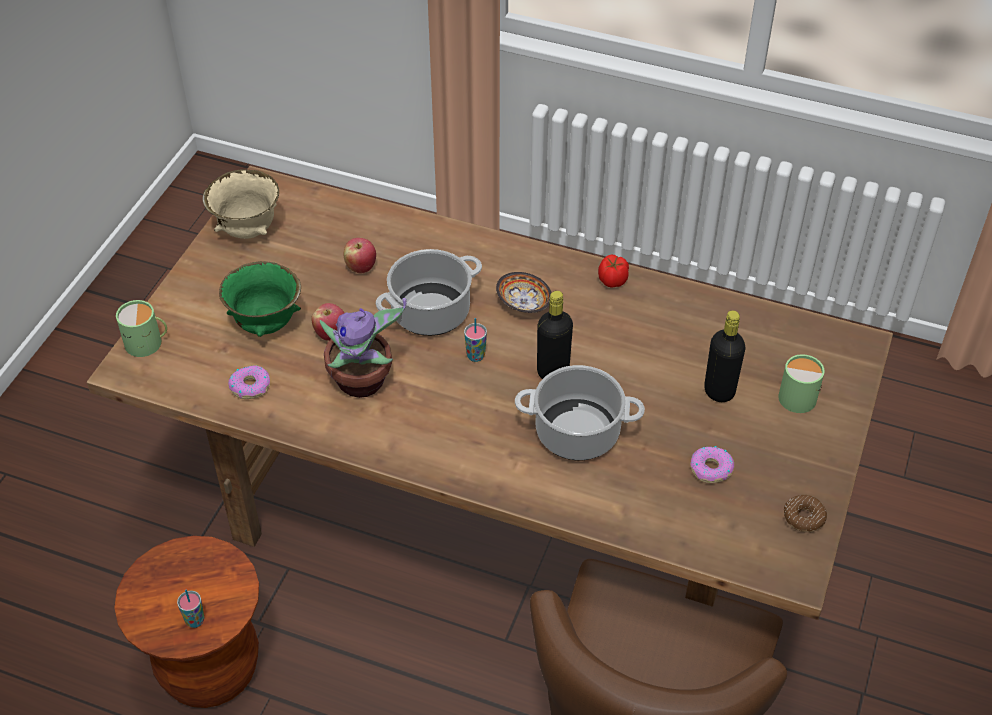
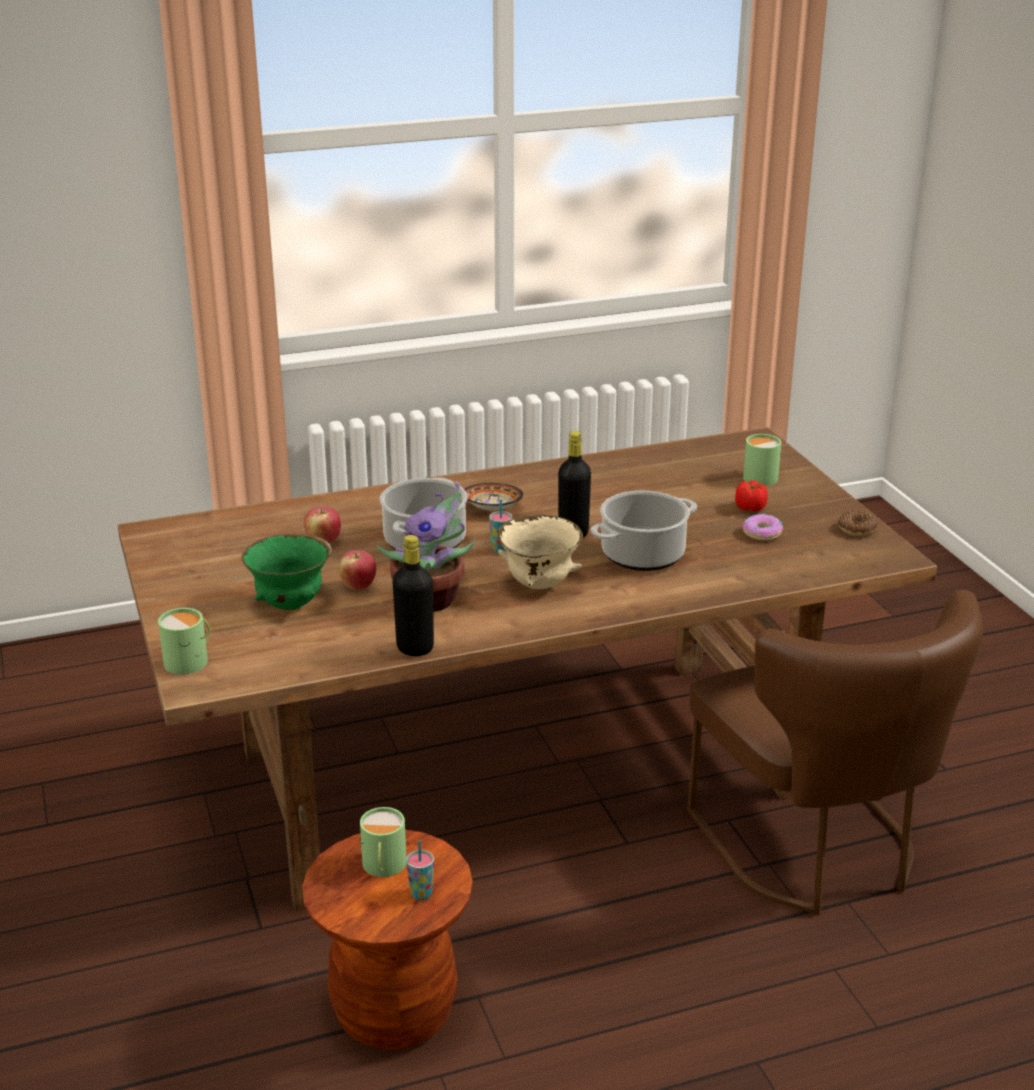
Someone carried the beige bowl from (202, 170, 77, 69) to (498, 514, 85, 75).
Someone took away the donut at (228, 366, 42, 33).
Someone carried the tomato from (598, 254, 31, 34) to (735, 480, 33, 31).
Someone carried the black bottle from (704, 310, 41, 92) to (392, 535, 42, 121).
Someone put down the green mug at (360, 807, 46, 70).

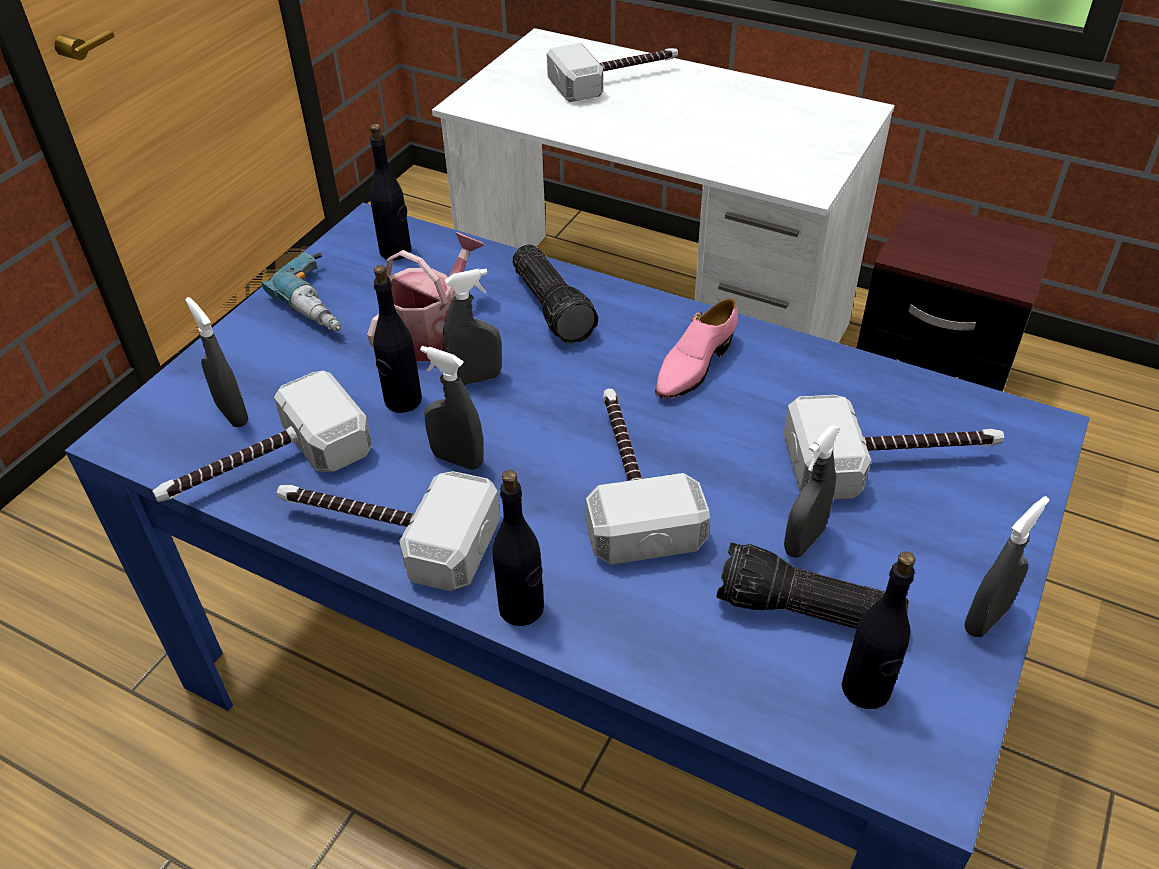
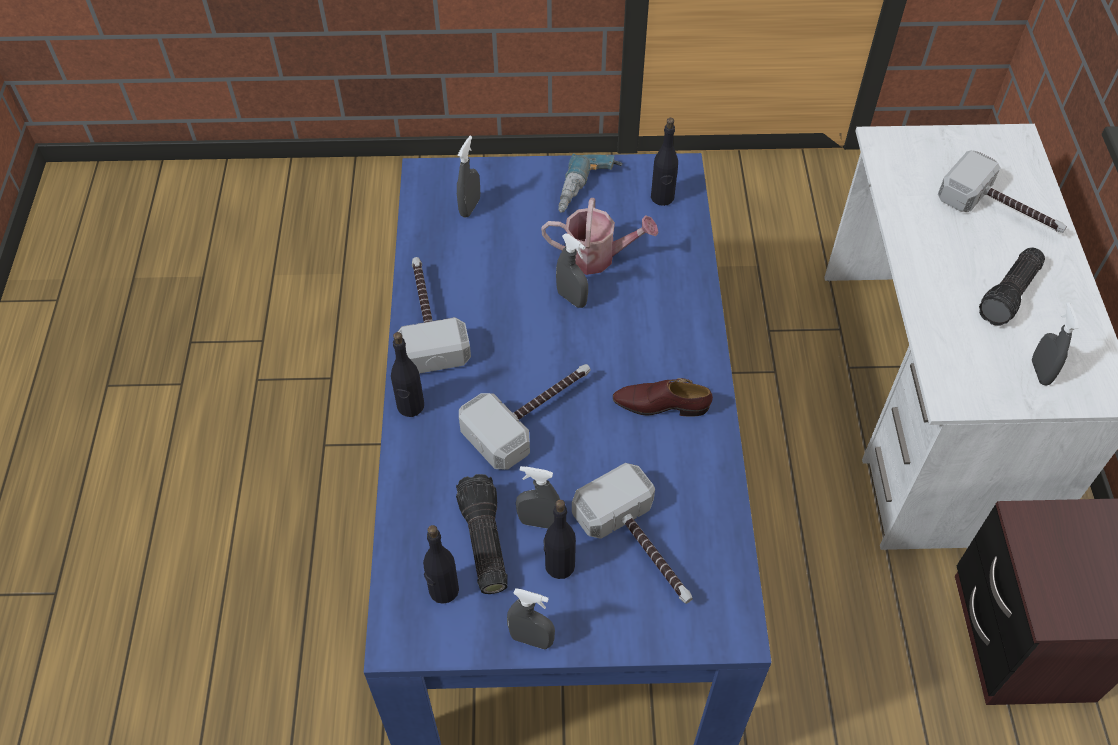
Someone took away the hammer at (152, 371, 220, 131).
Someone carried the black bottle from (373, 265, 49, 148) to (544, 500, 32, 79).
Someone carried the grey spray bottle from (420, 346, 63, 124) to (1032, 303, 47, 83).
Someone carried the flashlight from (512, 245, 86, 99) to (979, 247, 66, 79).
Someone repainted the pink shoe at (655, 299, 83, 100), which became the brown shoe at (613, 378, 100, 39).

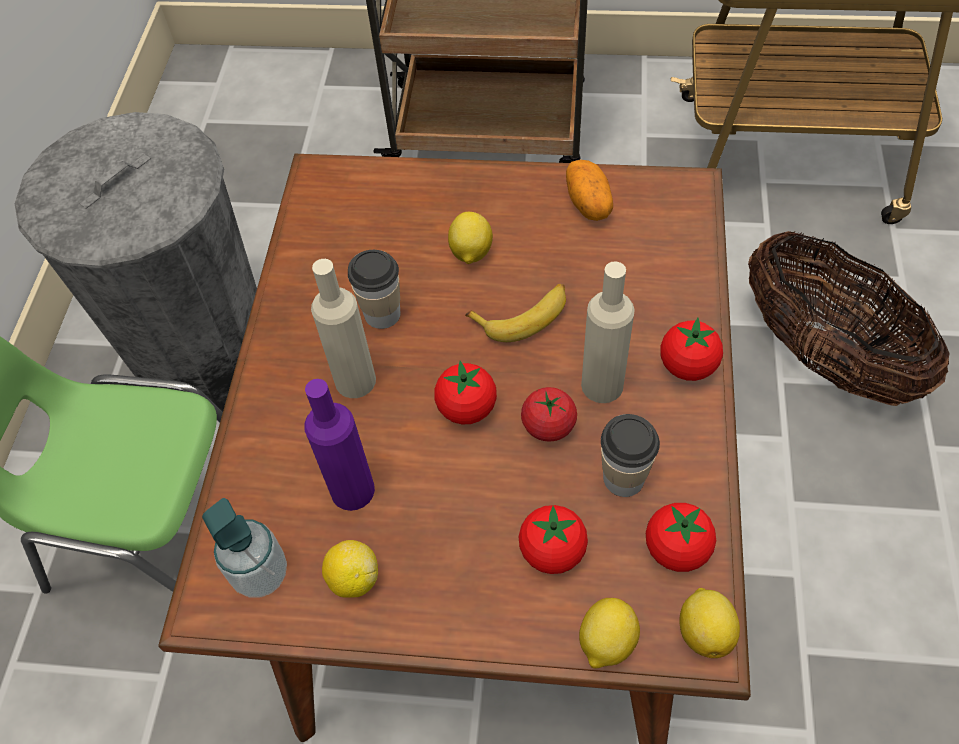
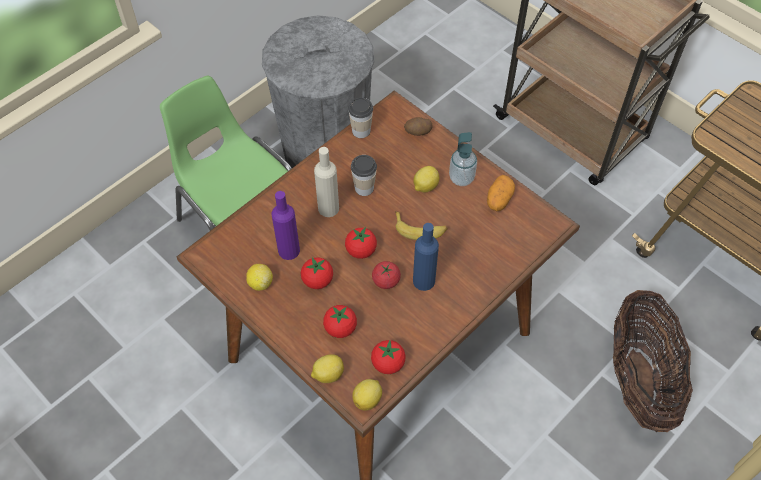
Someone carried the soap dispenser from (202, 498, 85, 99) to (449, 132, 28, 54).
Someone repainted the beige bottle at (581, 261, 54, 142), which became the blue bottle at (413, 223, 26, 68).
Someone carried the cup from (601, 414, 59, 83) to (348, 98, 25, 40).
Someone carried the tomato from (660, 318, 63, 63) to (301, 257, 32, 32).
Someone put down the potato at (404, 117, 28, 19).

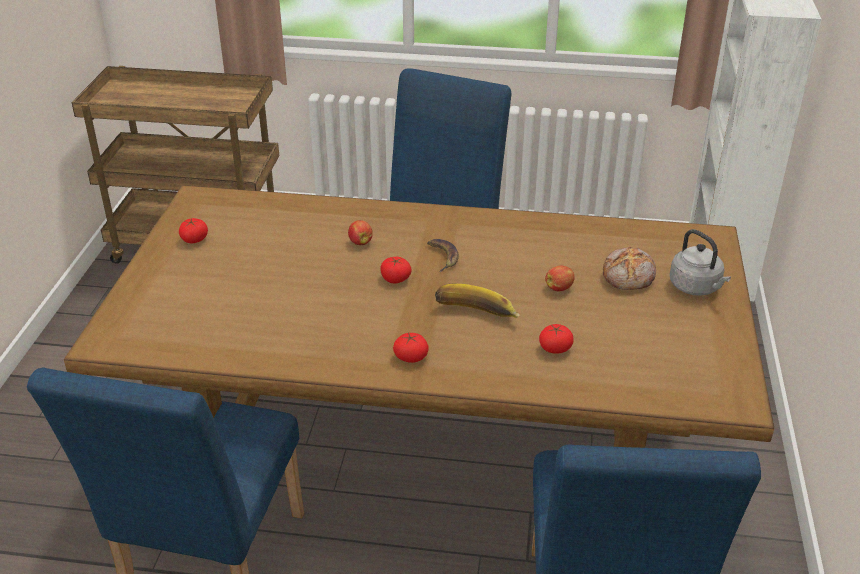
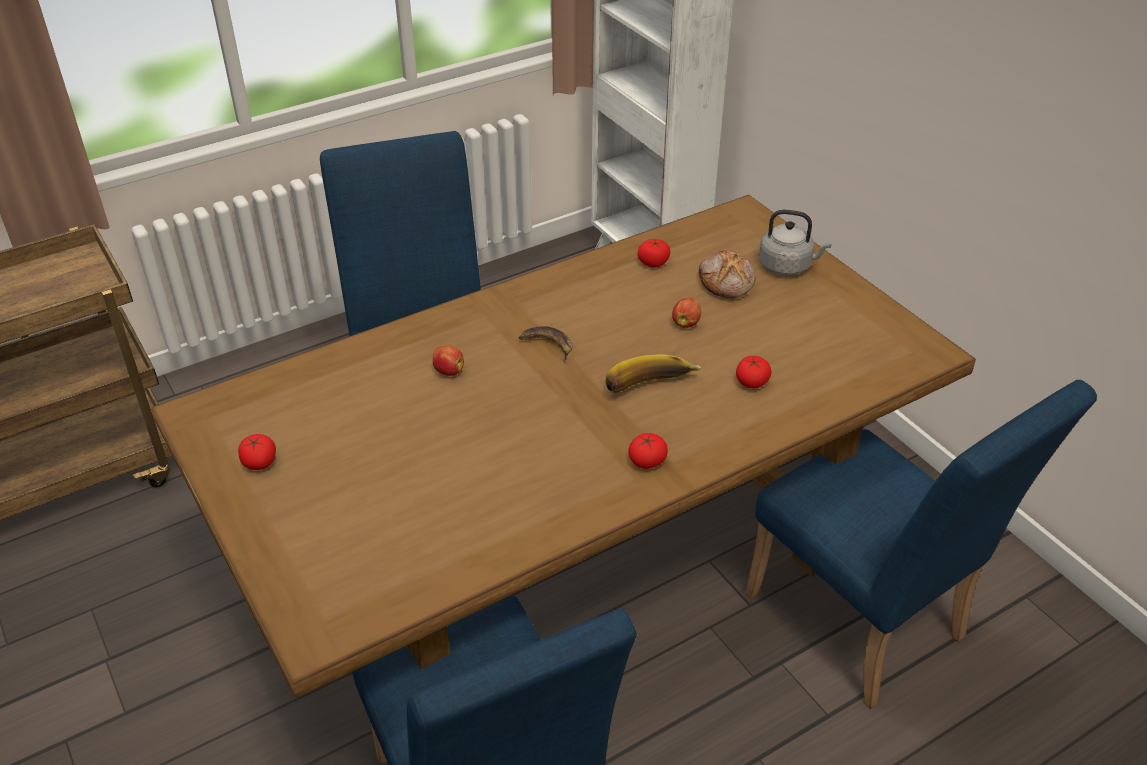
Someone carried the tomato from (380, 257, 32, 26) to (638, 239, 32, 28).

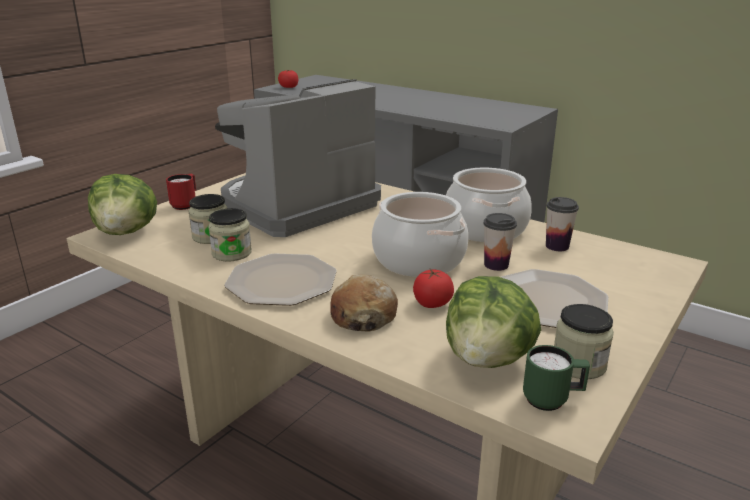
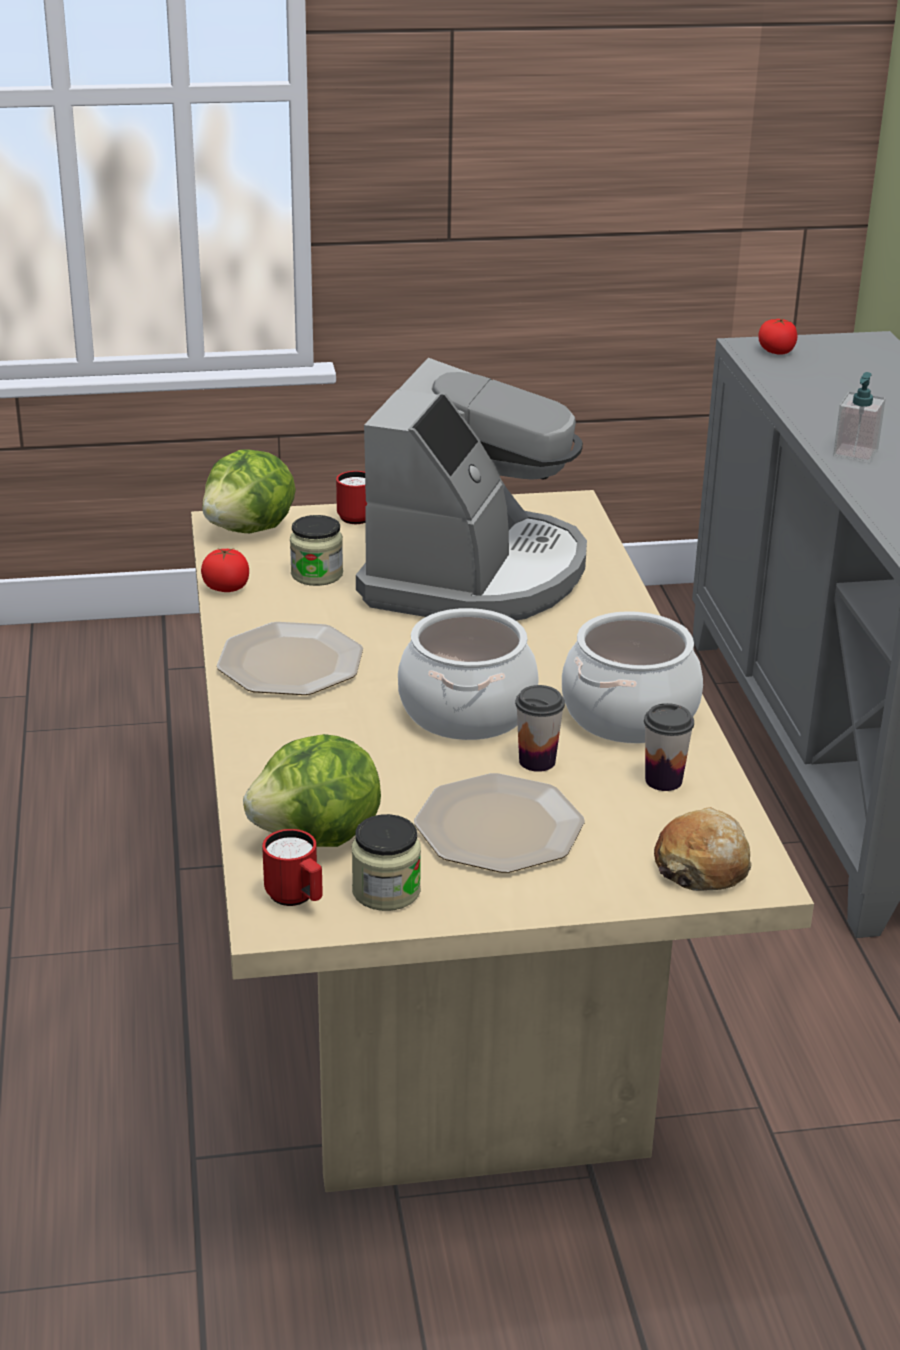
Someone took away the jar at (208, 208, 44, 54).
Someone rotated the coffee machine at (215, 79, 166, 158) by 105 degrees clockwise.
Someone carried the bread from (330, 275, 68, 56) to (654, 807, 98, 84).
Someone carried the tomato from (413, 269, 41, 39) to (201, 548, 48, 44).
Someone repainted the green mug at (523, 345, 67, 66), which became the red mug at (262, 829, 61, 77).
Someone put down the soap dispenser at (833, 372, 52, 91).

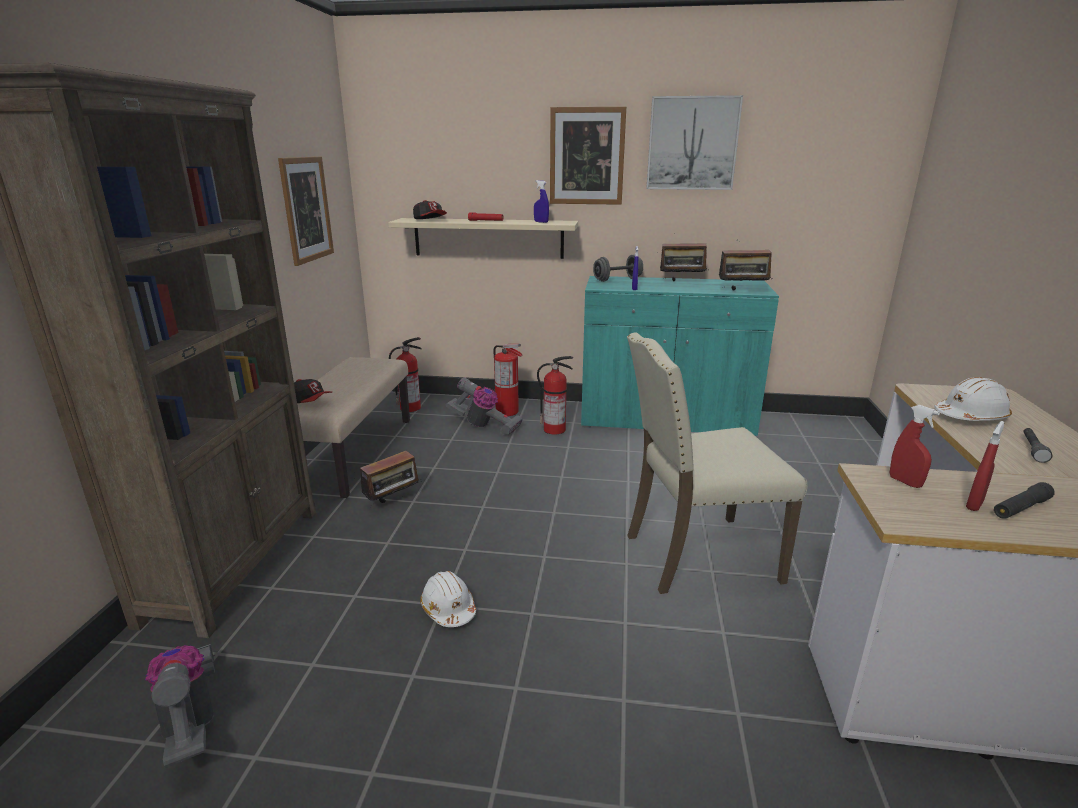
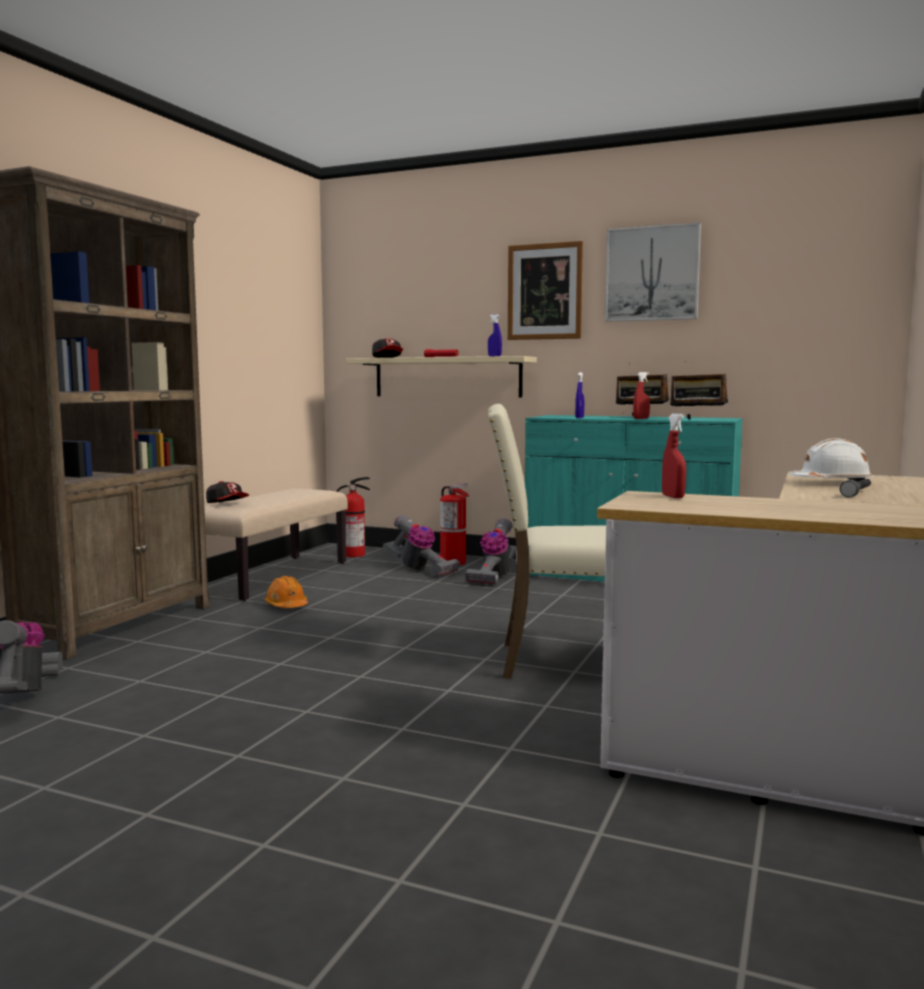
Someone took away the picture at (278, 157, 56, 109).
Someone swapped the radio at (360, 451, 62, 55) for the orange hard hat at (265, 576, 43, 32).
Someone took away the white hard hat at (420, 571, 56, 56).
Someone swapped the fire extinguisher at (537, 356, 36, 79) for the vacuum cleaner at (465, 519, 51, 66).
Someone took away the grey dumbbell at (593, 255, 50, 27).
Someone carried the red spray bottle from (966, 421, 39, 90) to (633, 372, 17, 47).
Someone took away the black flashlight at (994, 482, 61, 37).

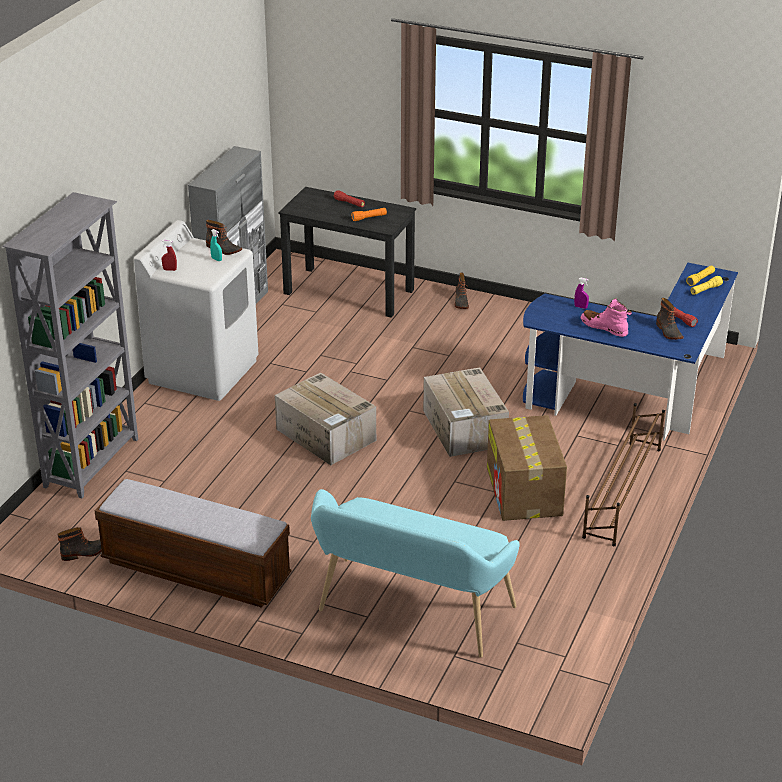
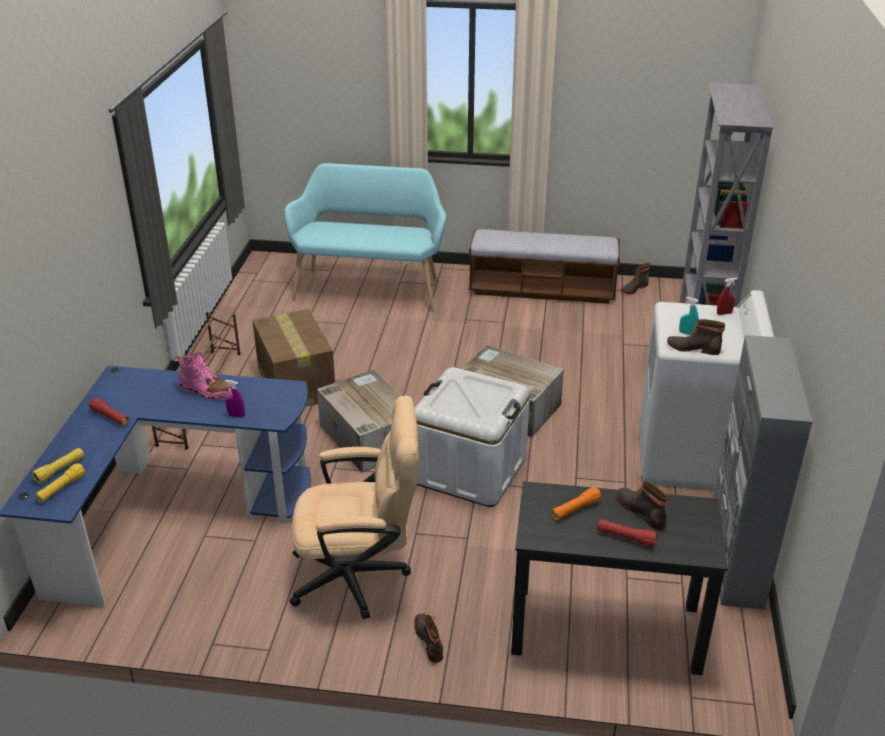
Someone carried the boot from (656, 298, 28, 42) to (617, 481, 51, 49).
Someone put down the beige office chair at (289, 395, 129, 224).
Someone put down the white storage box at (415, 367, 115, 140).

